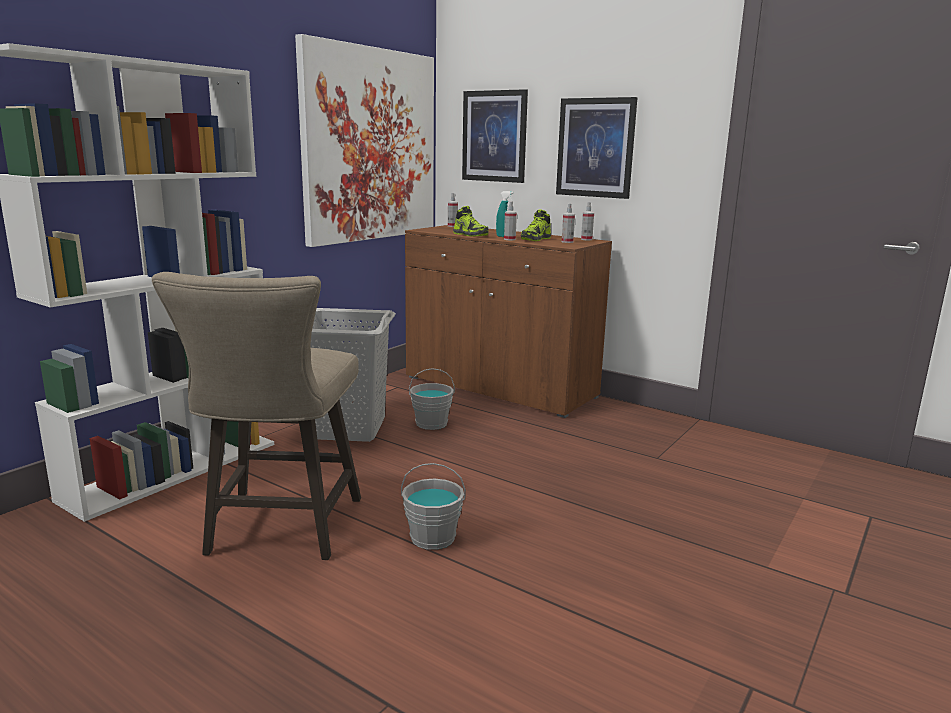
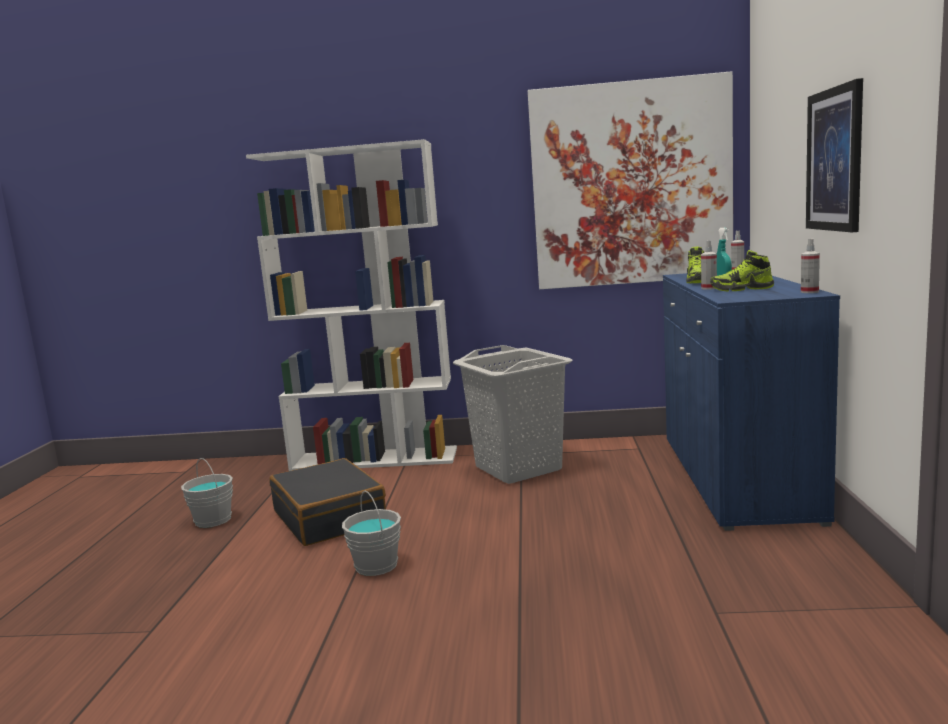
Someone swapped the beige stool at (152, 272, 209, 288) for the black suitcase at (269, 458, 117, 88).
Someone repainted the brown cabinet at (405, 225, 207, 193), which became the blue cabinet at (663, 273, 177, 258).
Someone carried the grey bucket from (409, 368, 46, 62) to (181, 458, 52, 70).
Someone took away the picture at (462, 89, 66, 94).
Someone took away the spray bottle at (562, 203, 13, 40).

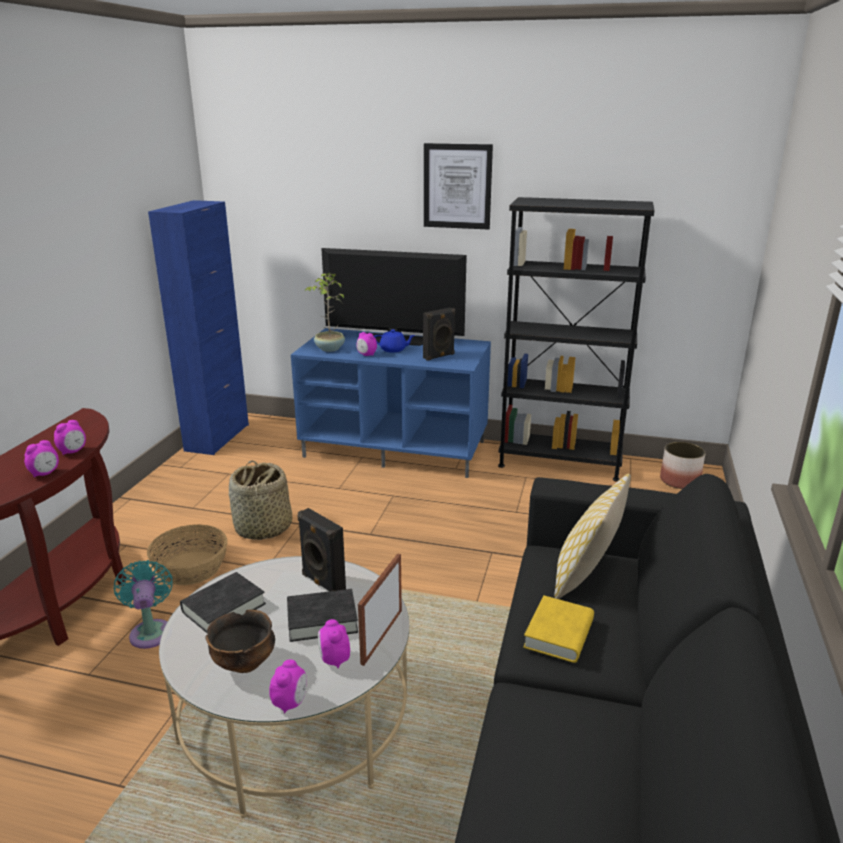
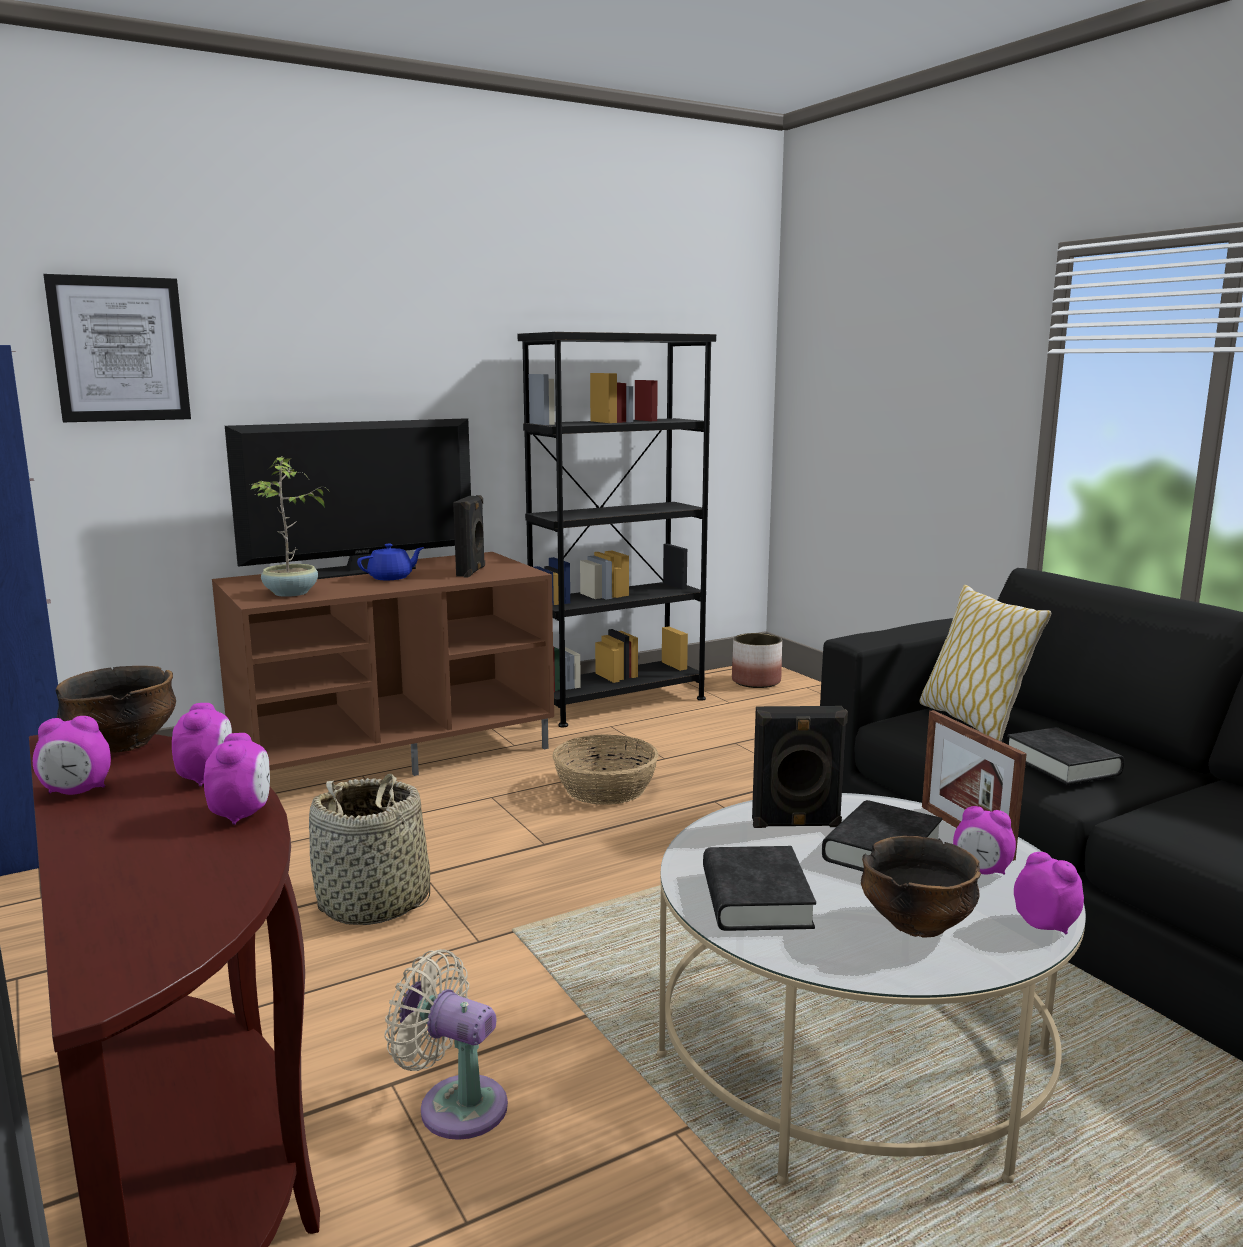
Someone repainted the turquoise fan at (114, 560, 59, 89), which became the beige fan at (384, 949, 124, 191).
Someone carried the basket from (147, 524, 80, 61) to (552, 734, 106, 71).
Someone repainted the blue tv stand at (291, 328, 200, 150), which became the brown tv stand at (212, 552, 342, 224).
Someone carried the alarm clock from (356, 332, 21, 24) to (33, 716, 78, 79).
Someone carried the picture from (424, 143, 69, 87) to (43, 274, 148, 148).
Someone repainted the yellow book at (523, 595, 71, 68), which became the black book at (1007, 727, 117, 58).
Someone put down the bowl at (56, 666, 120, 87).

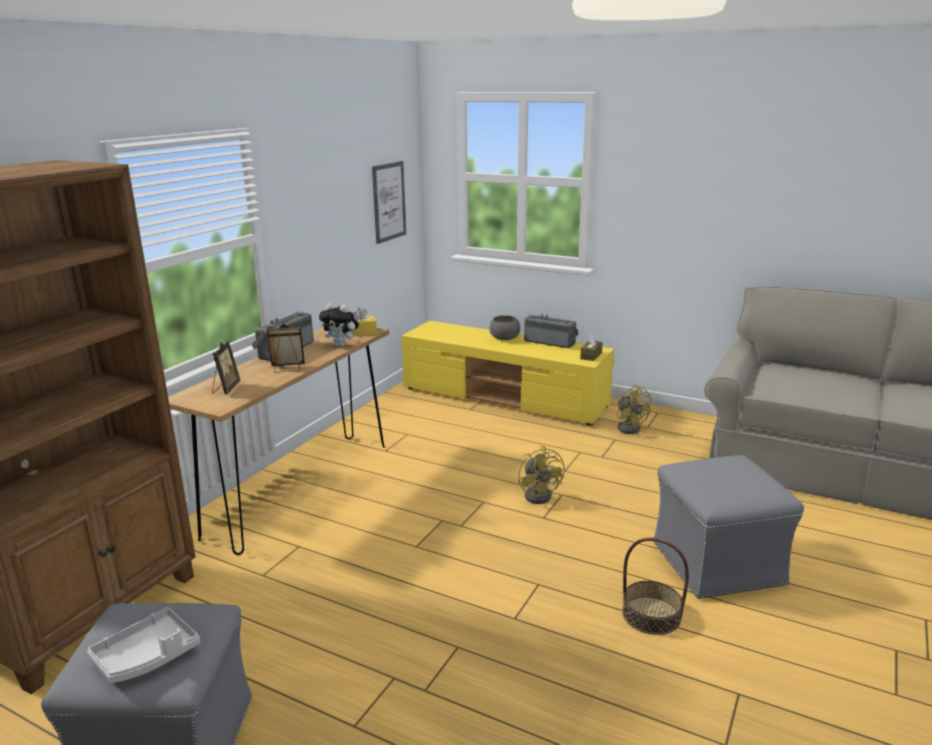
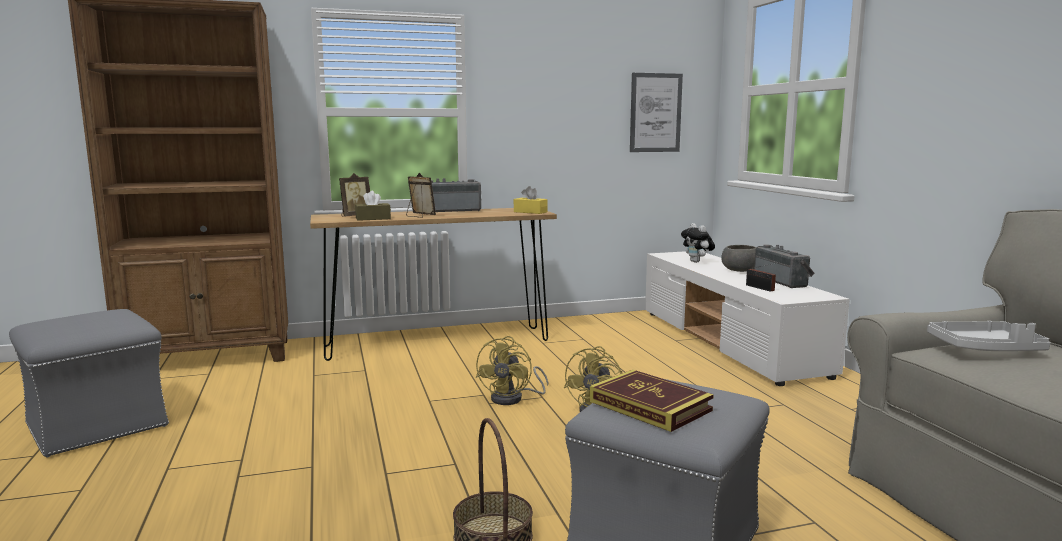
Someone carried the grey tray from (87, 607, 113, 76) to (927, 321, 124, 30).
Someone carried the plush toy from (319, 303, 40, 44) to (681, 223, 34, 40).
Someone repainted the yellow tv stand at (402, 321, 212, 105), which became the white tv stand at (645, 251, 205, 135).
Someone carried the brown tissue box from (580, 334, 23, 27) to (355, 191, 36, 30).
Someone carried the yellow fan from (616, 385, 36, 49) to (476, 336, 72, 69).
Someone put down the book at (589, 370, 125, 62).
Someone put down the radio at (746, 262, 33, 30).

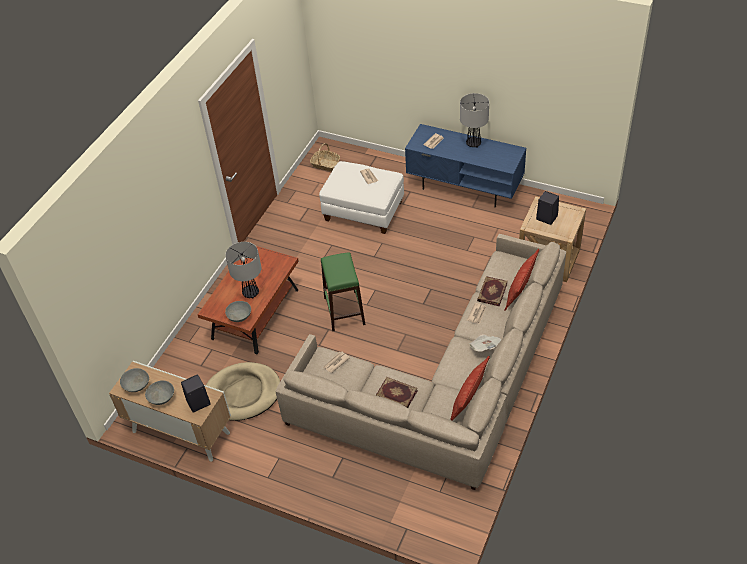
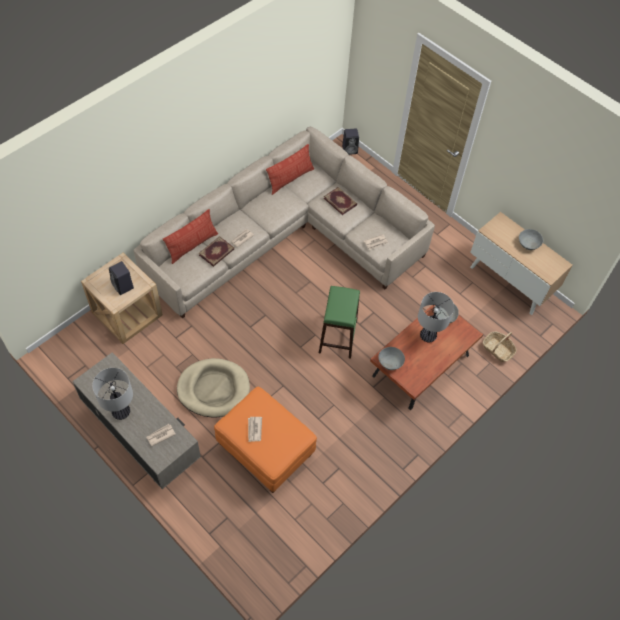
Someone carried the grey bowl from (120, 368, 29, 24) to (378, 347, 27, 23).
Someone carried the black speaker from (181, 375, 30, 37) to (342, 129, 17, 26).
Someone carried the beige dog bed from (206, 362, 74, 59) to (177, 358, 73, 59).
Someone carried the basket from (310, 143, 30, 28) to (483, 332, 34, 30).
Someone repainted the white ottoman at (319, 161, 85, 73), which became the orange ottoman at (214, 387, 103, 106).
Someone repainted the blue tv stand at (405, 124, 122, 83), which became the grey tv stand at (72, 352, 129, 137).
Someone took away the newspaper at (469, 334, 32, 18).

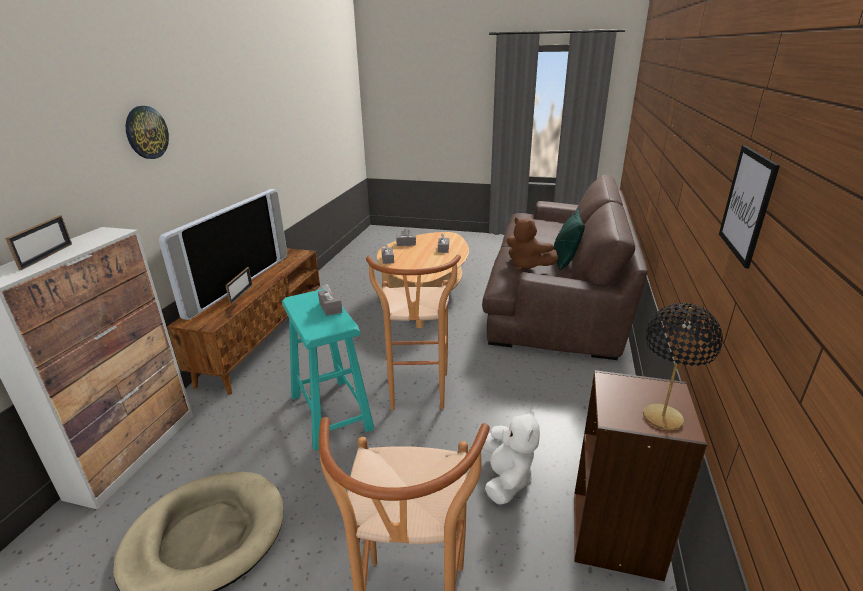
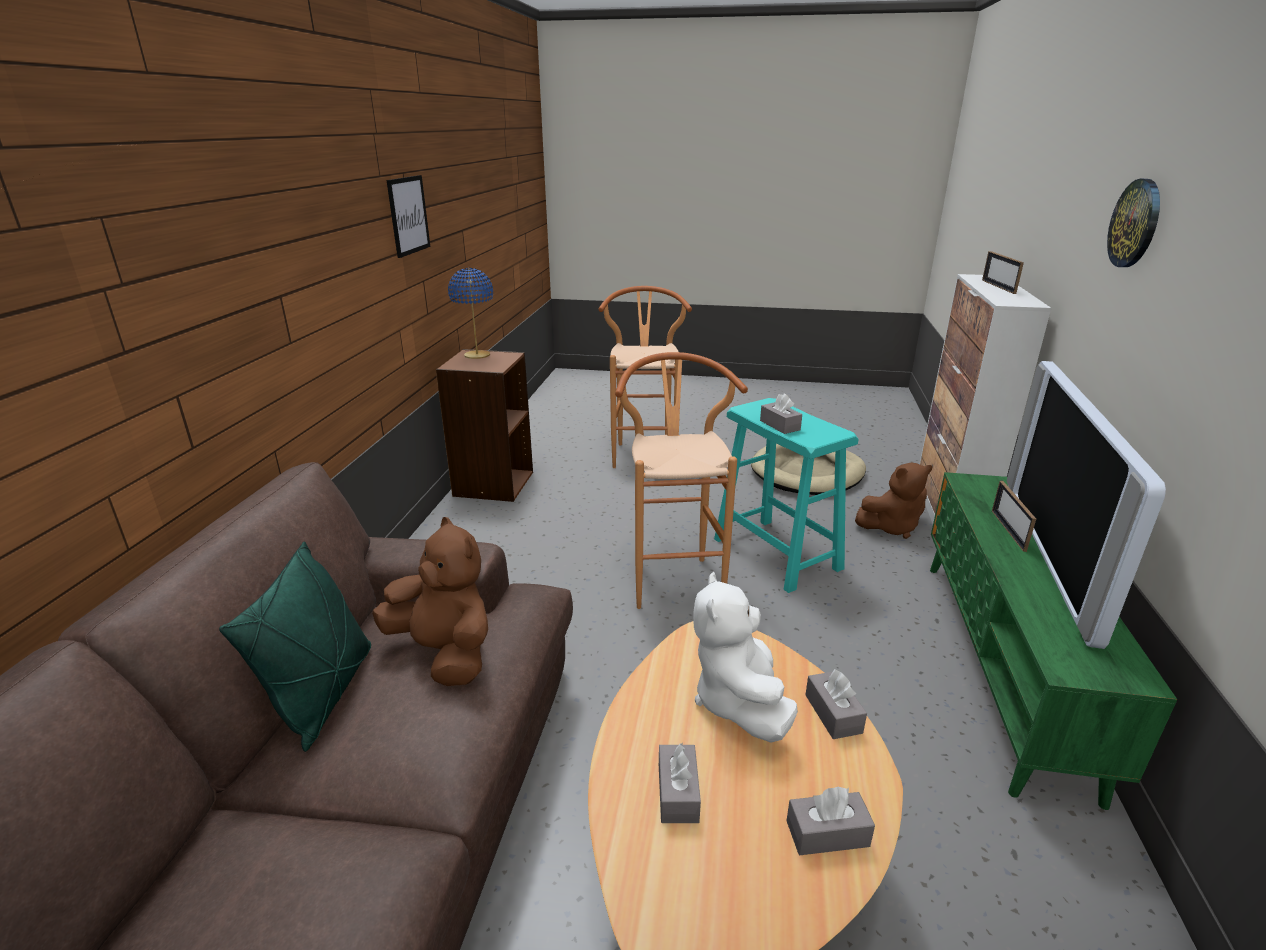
Someone repainted the brown tv stand at (167, 248, 153, 147), which became the green tv stand at (930, 472, 248, 338).
Someone carried the white plush toy from (483, 409, 57, 96) to (693, 572, 105, 171).
Someone repainted the black table lamp at (643, 303, 80, 127), which became the blue table lamp at (448, 268, 45, 91).
Someone put down the brown plush toy at (855, 462, 77, 77).

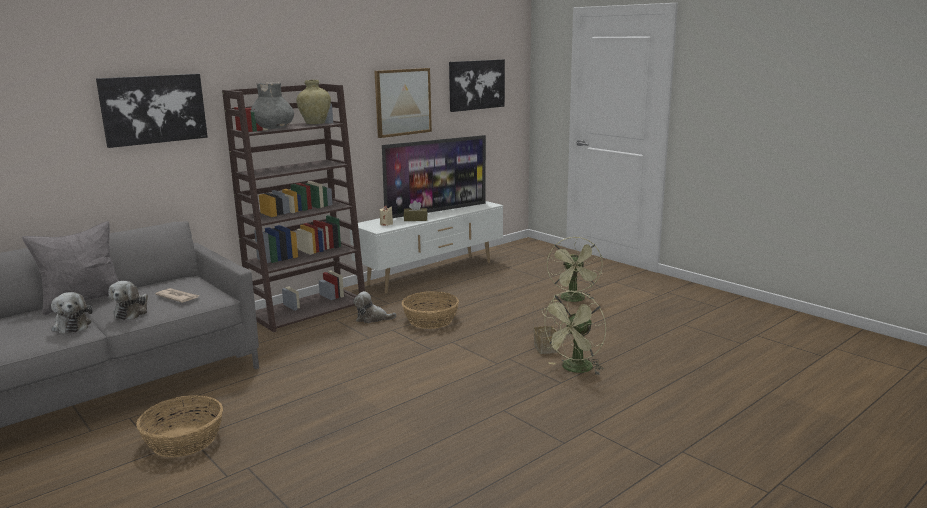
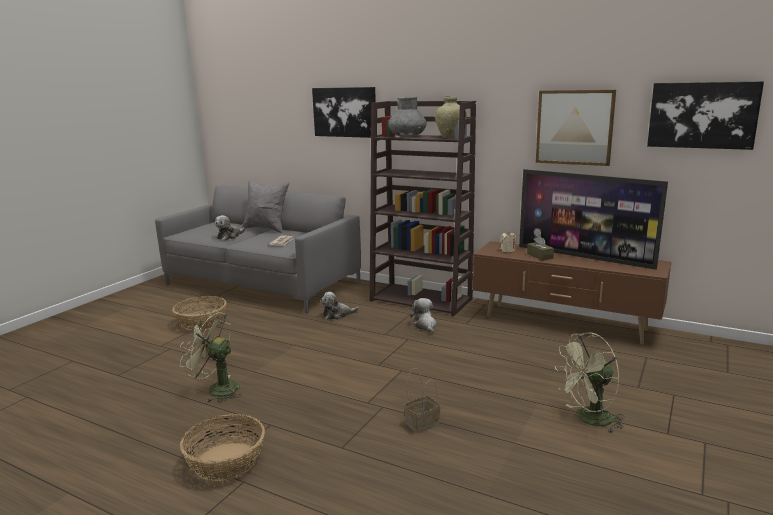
Someone carried the plush toy from (108, 281, 40, 39) to (320, 292, 39, 28).
Someone repainted the white tv stand at (350, 201, 153, 93), which became the brown tv stand at (473, 241, 198, 104).
Someone carried the basket from (402, 291, 57, 38) to (180, 414, 85, 67).
Someone carried the green fan from (539, 291, 67, 84) to (180, 310, 62, 93).

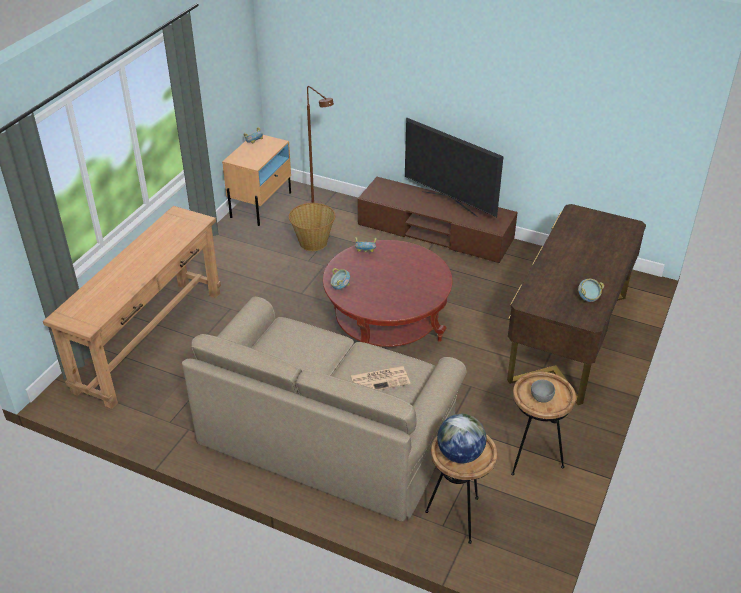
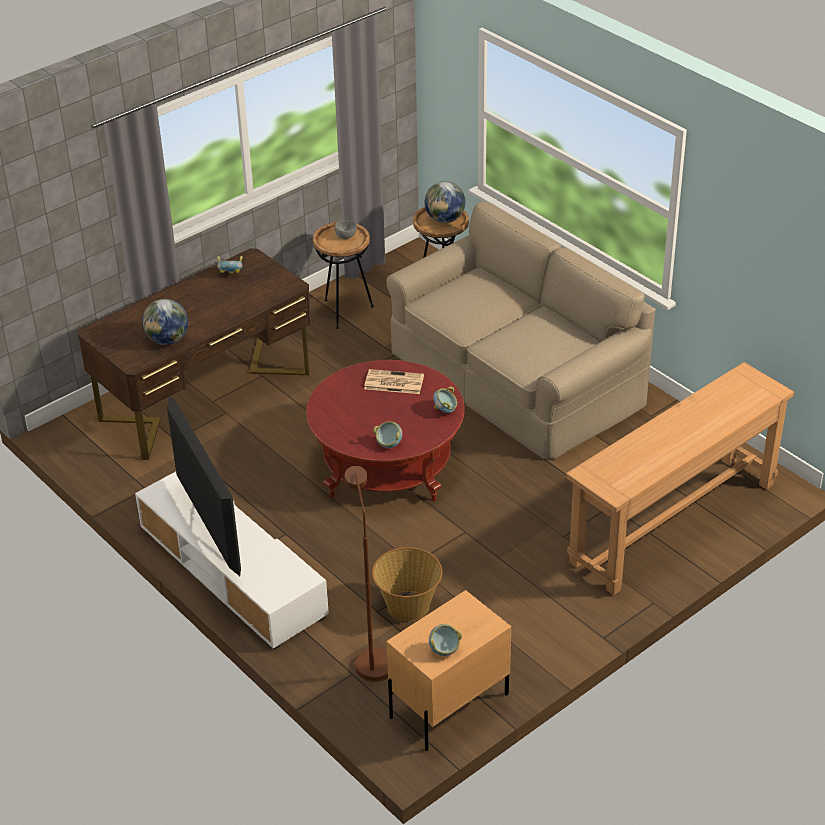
Someone carried the newspaper from (351, 366, 59, 24) to (364, 369, 60, 25).
Someone repainted the brown tv stand at (358, 177, 160, 86), which became the white tv stand at (135, 472, 194, 178).
Someone put down the globe at (142, 299, 46, 46).

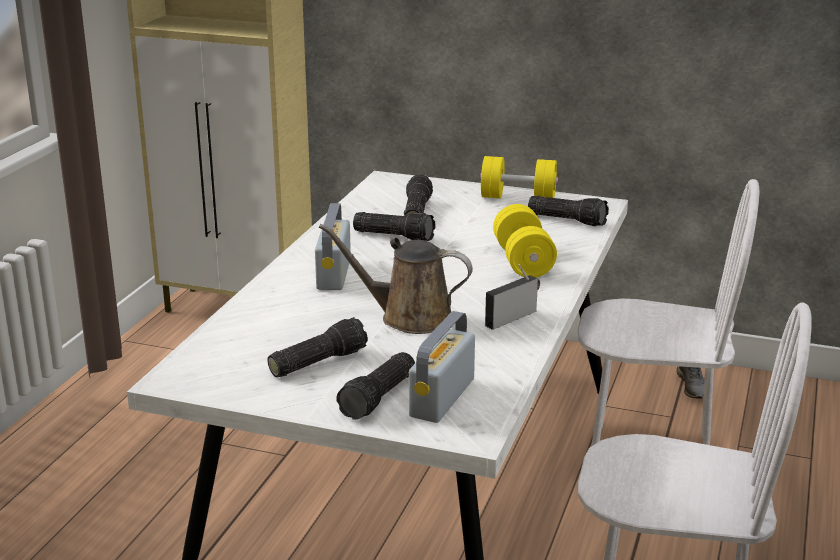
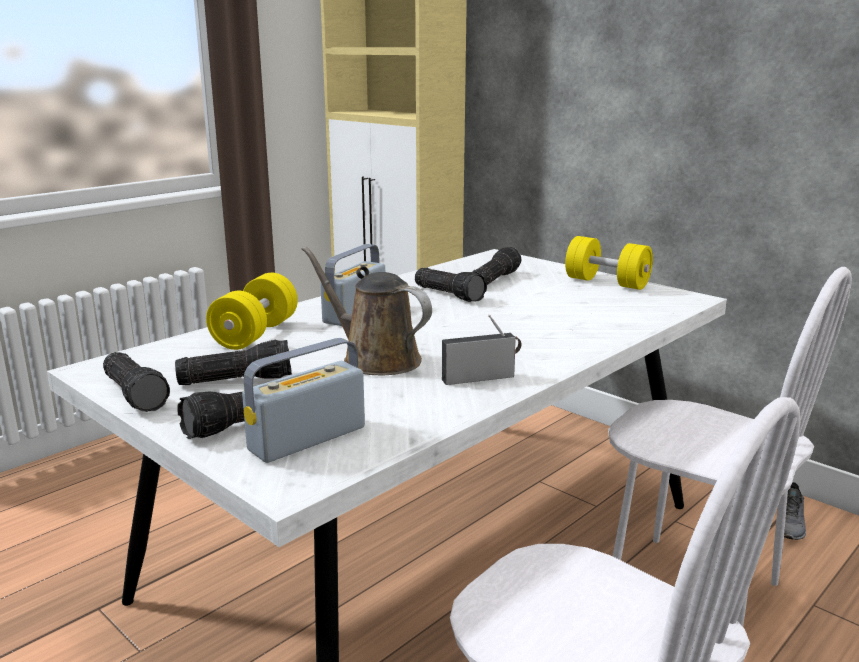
Someone carried the yellow dumbbell from (493, 204, 64, 74) to (206, 273, 92, 77).
Someone carried the flashlight from (528, 196, 81, 30) to (103, 352, 67, 60).

